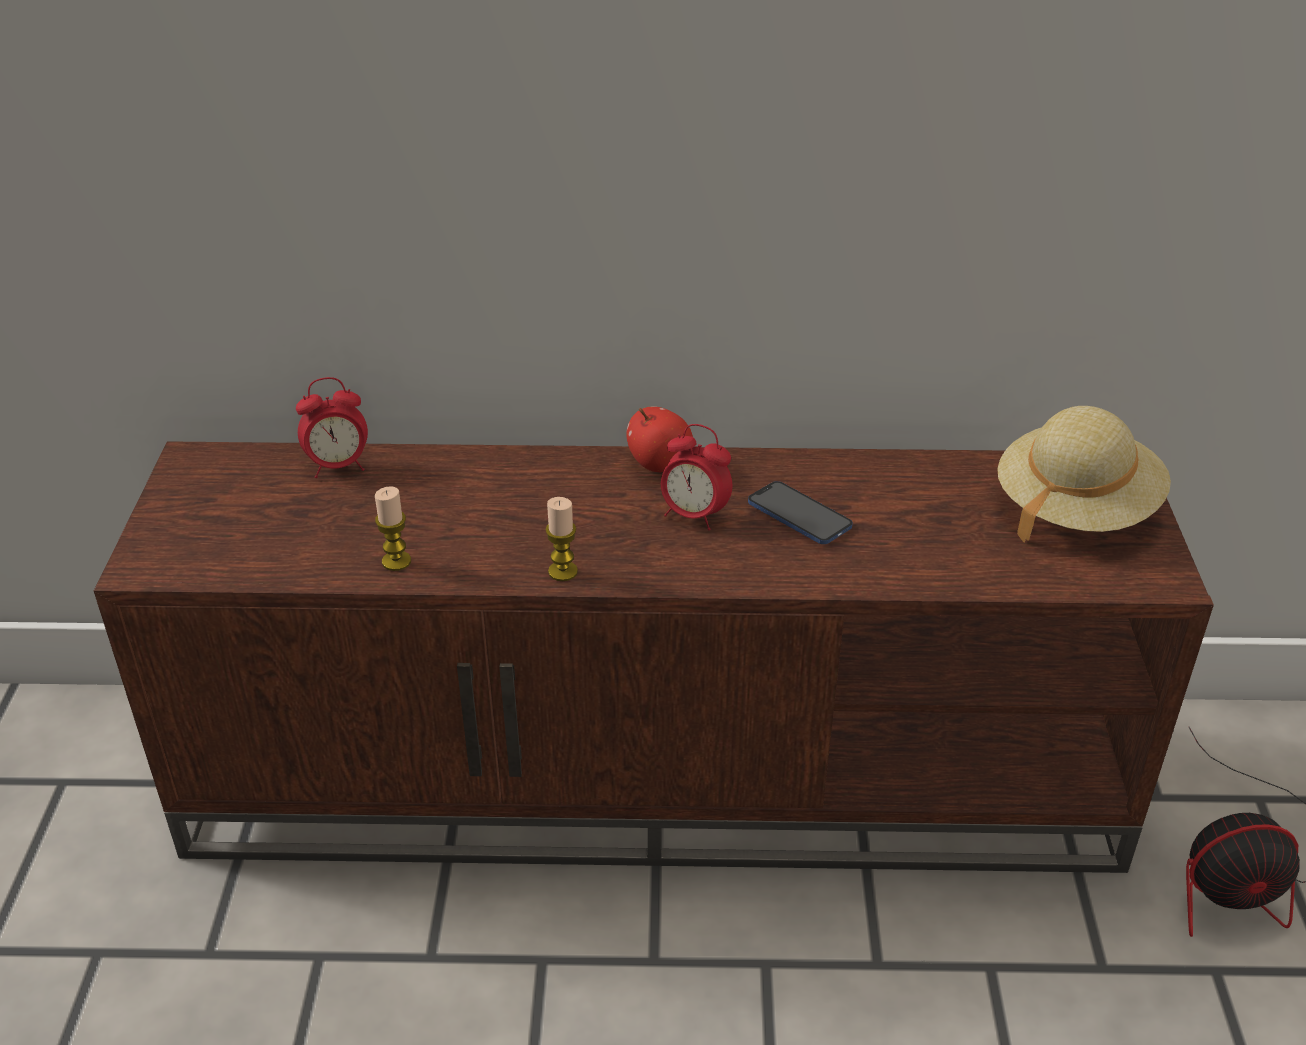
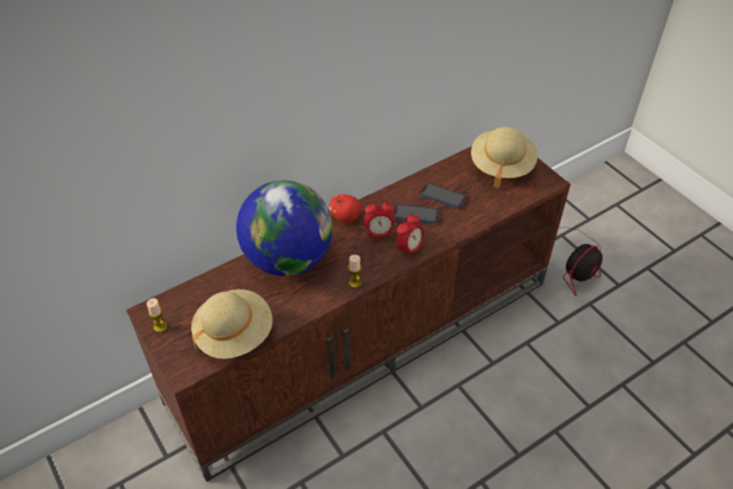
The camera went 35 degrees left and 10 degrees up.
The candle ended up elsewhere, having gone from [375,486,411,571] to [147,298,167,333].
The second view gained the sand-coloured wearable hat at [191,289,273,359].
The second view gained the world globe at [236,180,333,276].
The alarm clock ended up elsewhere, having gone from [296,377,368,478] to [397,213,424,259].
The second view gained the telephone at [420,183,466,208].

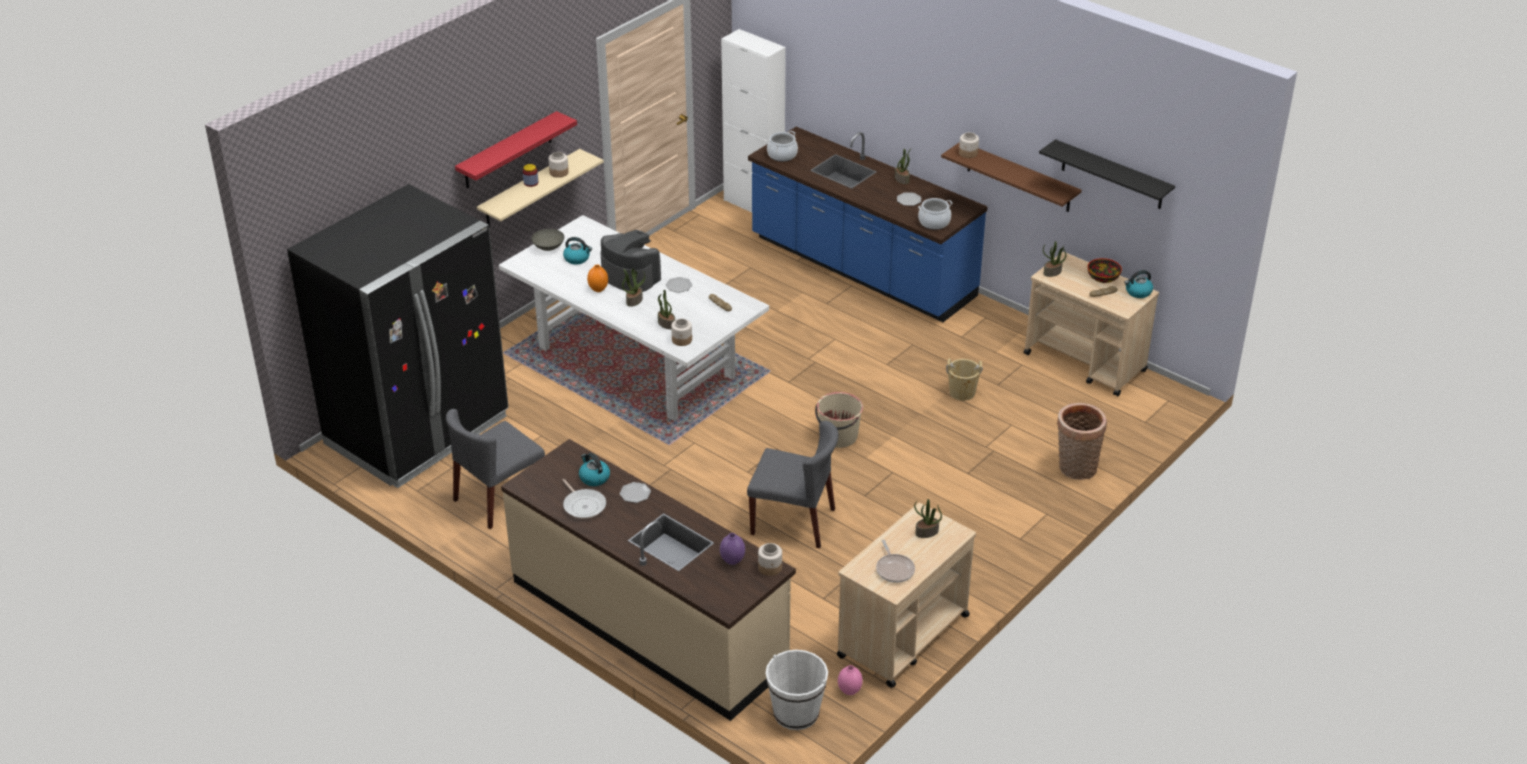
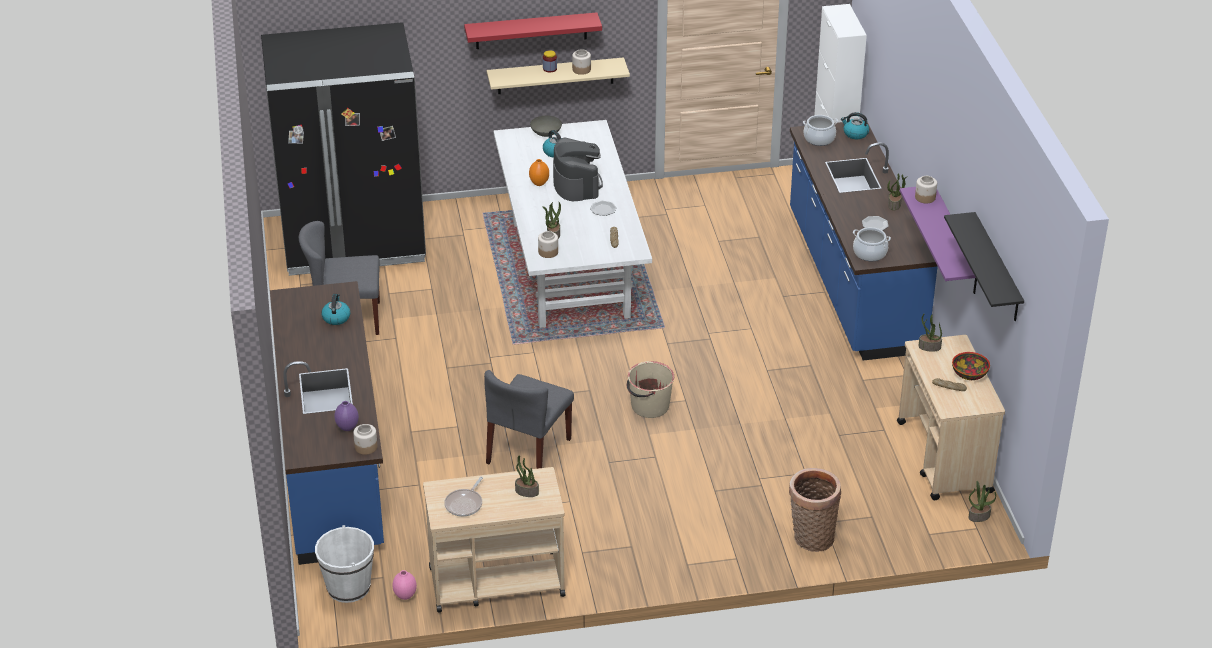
The camera went 40 degrees right and 0 degrees up.
What was the sand-coloured kitchen counter at [501,439,796,721] turned into the blue-coloured kitchen counter at [270,281,384,565].
The gray upright chair at [747,421,839,548] ended up facing another way, 60 degrees clockwise from before.
The kettle ended up elsewhere, having gone from [1124,270,1153,298] to [841,112,869,139].
What was the brown bracket shelf at [941,142,1082,212] turned into the purplish bracket shelf at [900,187,977,294].
The houseplant ended up elsewhere, having gone from [622,268,645,307] to [968,481,996,522].
The second view lost the skillet at [562,479,606,519].
The second view lost the flat dish at [619,482,651,503].
The second view lost the sand-coloured pail at [946,359,983,401].

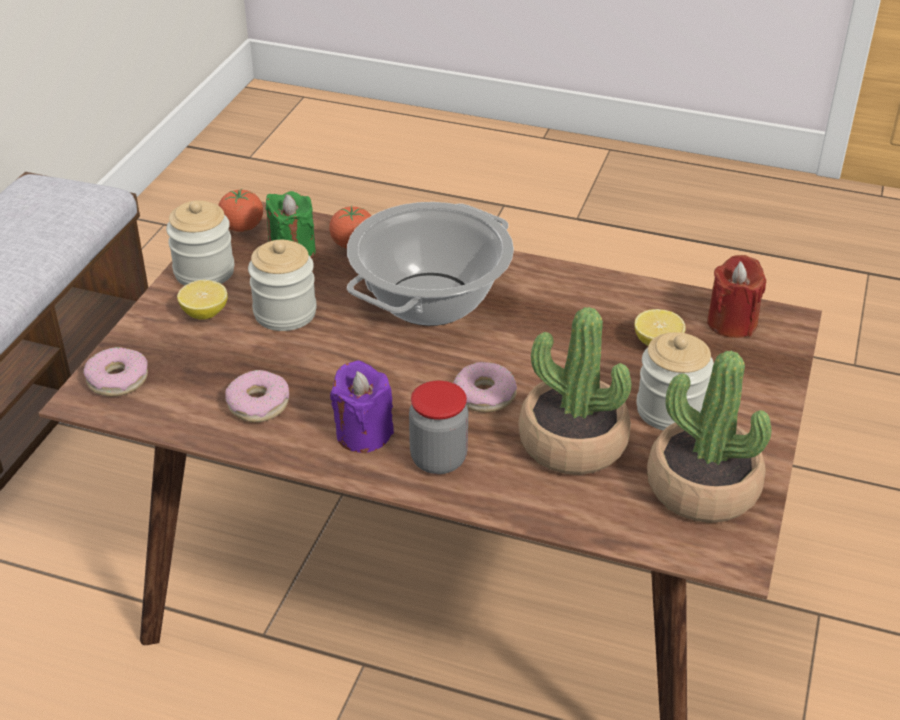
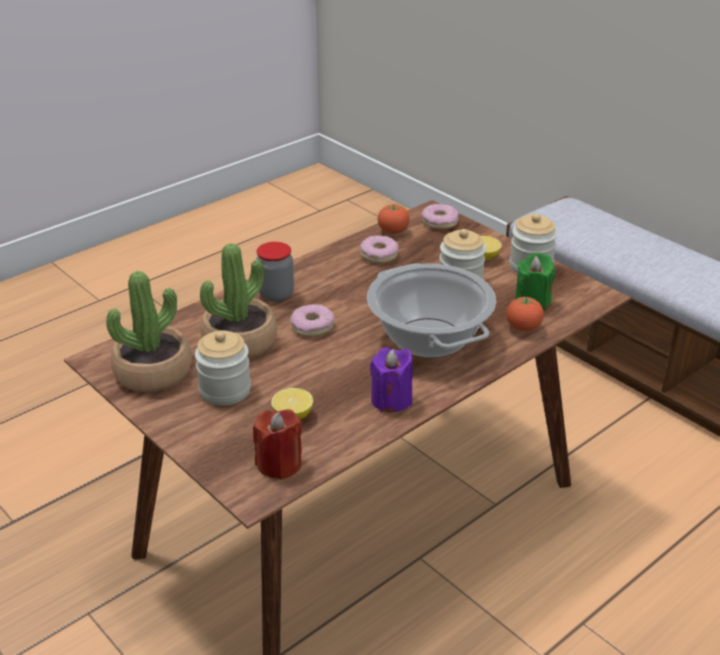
The camera went 120 degrees right and 5 degrees down.
The purplish candle ended up elsewhere, having gone from [330,360,394,453] to [370,348,413,412].
The tomato ended up elsewhere, having gone from [218,189,263,232] to [378,204,410,234].

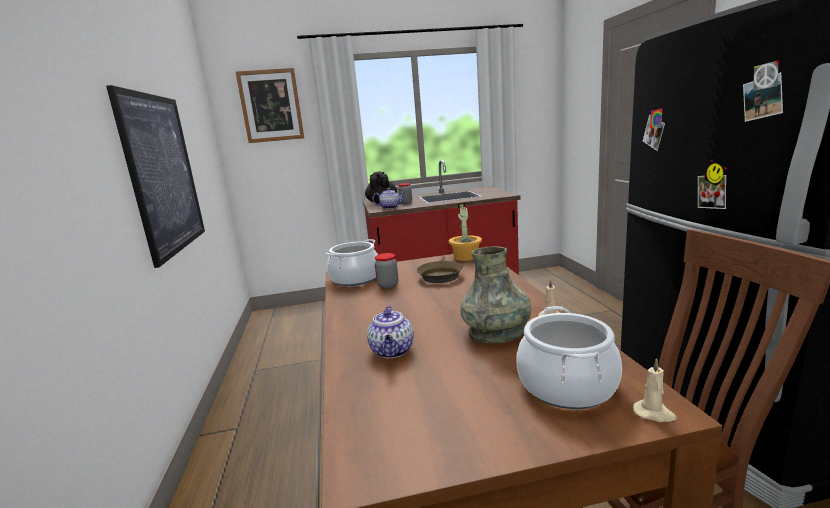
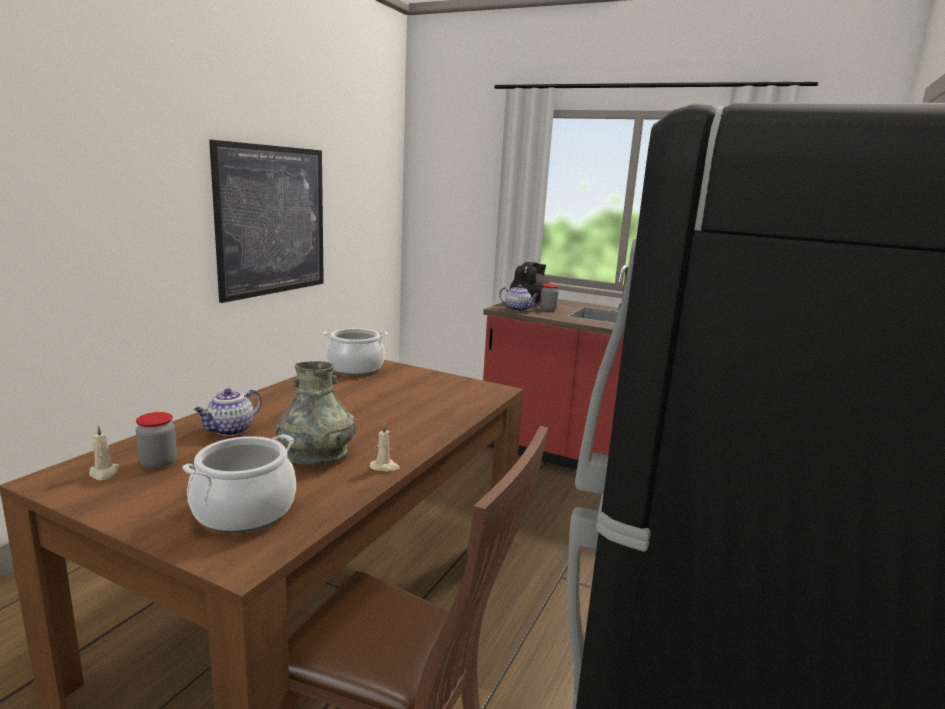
The camera went 35 degrees right and 0 degrees up.
The sand-coloured candle ended up elsewhere, having gone from [633,358,677,422] to [89,425,119,480].
The storage jar ended up elsewhere, having gone from [375,253,398,289] to [136,412,177,469].
The second view lost the wall picture at [236,68,304,143].
The second view lost the brown skillet at [417,256,463,283].
The second view lost the houseplant at [449,203,482,261].

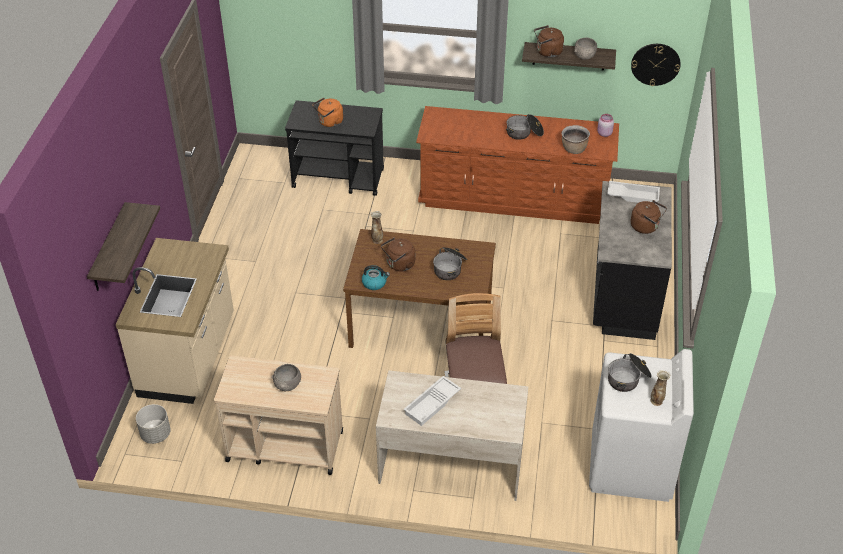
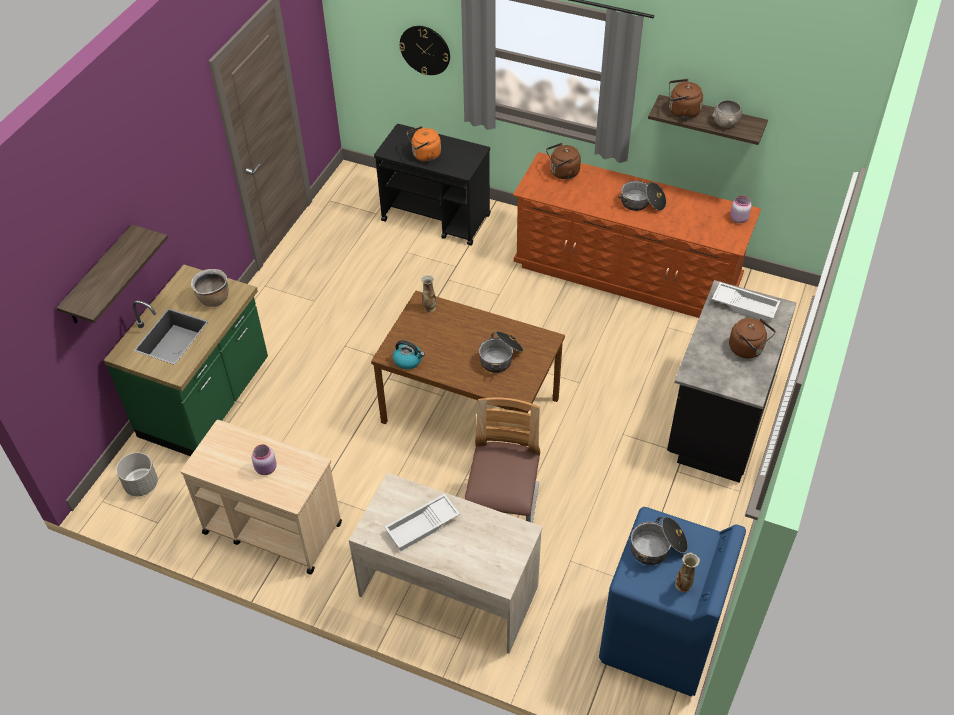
The camera went 15 degrees right and 5 degrees up.
What was the sand-coloured kitchen counter at [116,238,234,404] turned into the greenish kitchen counter at [104,264,268,456].
The brown cooking pot ended up elsewhere, having gone from [562,125,590,154] to [191,269,228,307].
Where the gray deep dish stood at [272,364,301,391], the pinkish storage jar came to stand at [251,444,277,475].
The clock on the wall ended up elsewhere, having gone from [631,44,680,86] to [399,26,450,75].
The brown kettle ended up elsewhere, having gone from [381,237,415,271] to [546,143,581,179].
What was the white washing machine at [589,349,694,502] turned into the blue-coloured washing machine at [599,507,746,697].

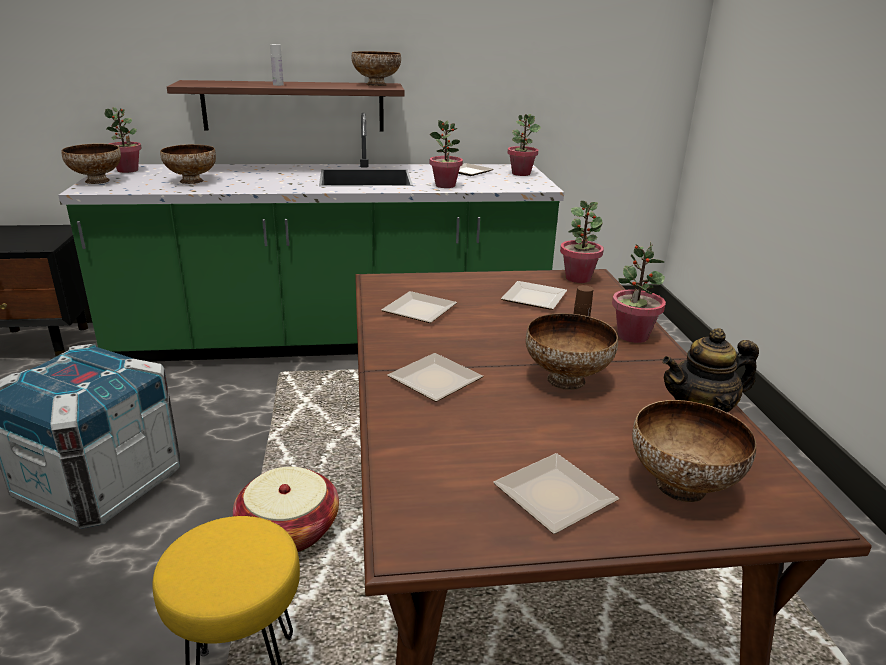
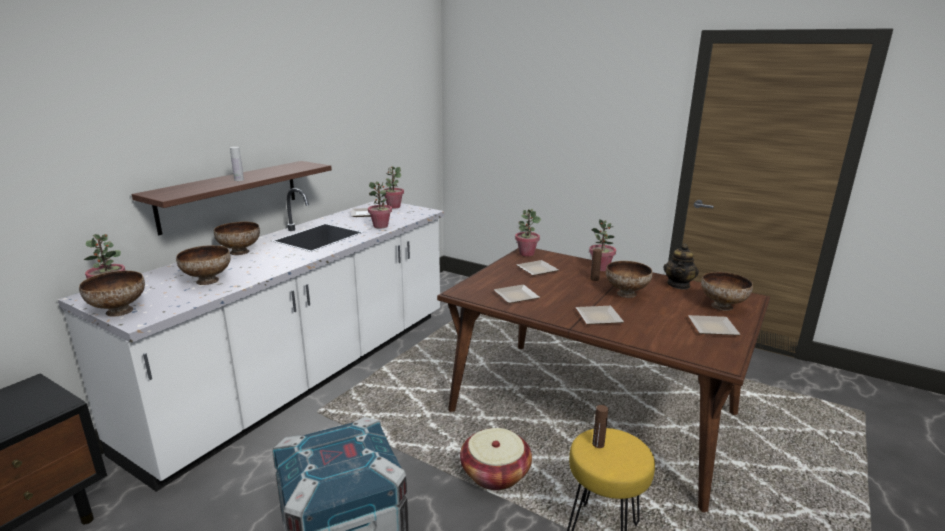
The camera went 50 degrees left and 5 degrees down.
What was the greenish kitchen counter at [58,113,564,362] turned into the white kitchen counter at [58,188,444,492].
The deep dish ended up elsewhere, having gone from [352,51,401,86] to [214,222,260,255].
The second view gained the brown drink bottle at [592,405,608,448].

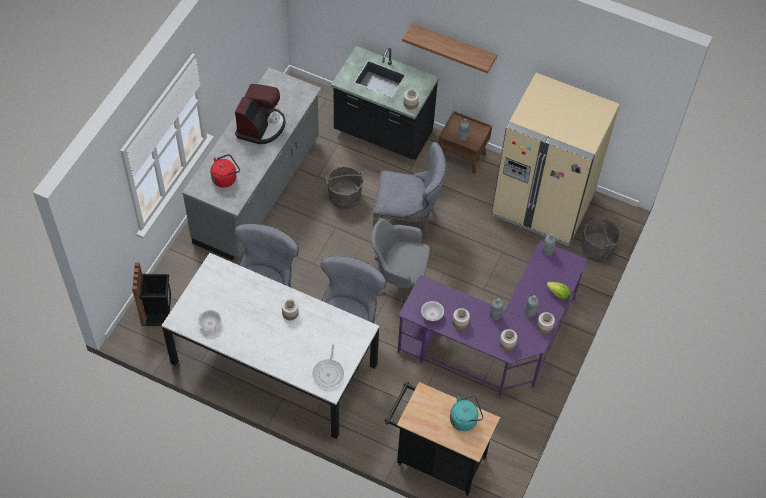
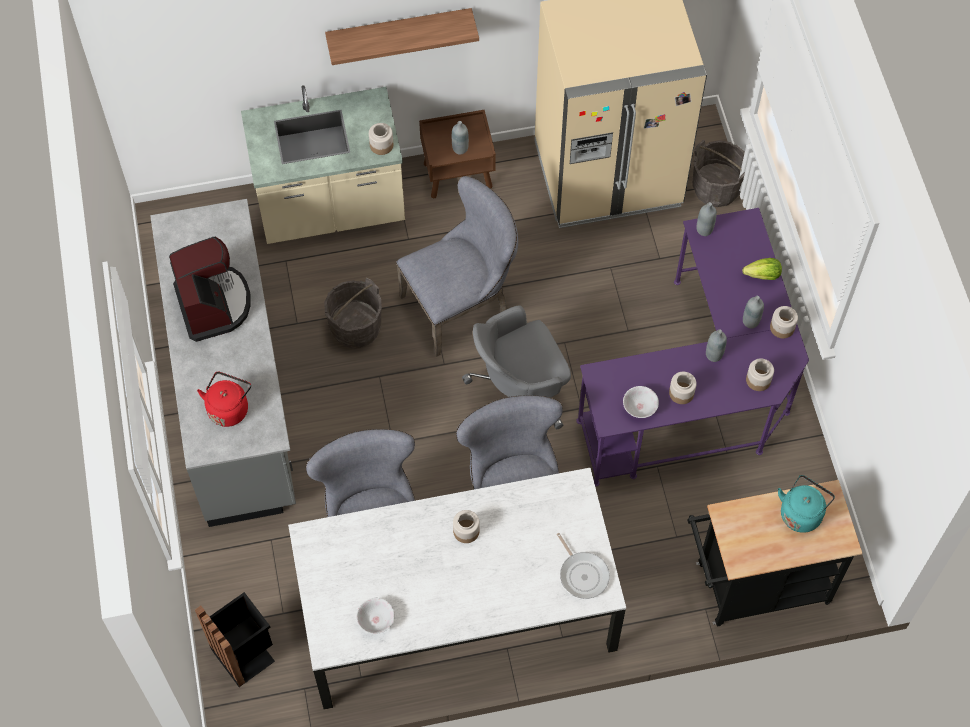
The camera went 35 degrees left and 5 degrees up.
What was the black kitchen counter at [331,46,439,160] turned into the sand-coloured kitchen counter at [241,85,405,244].

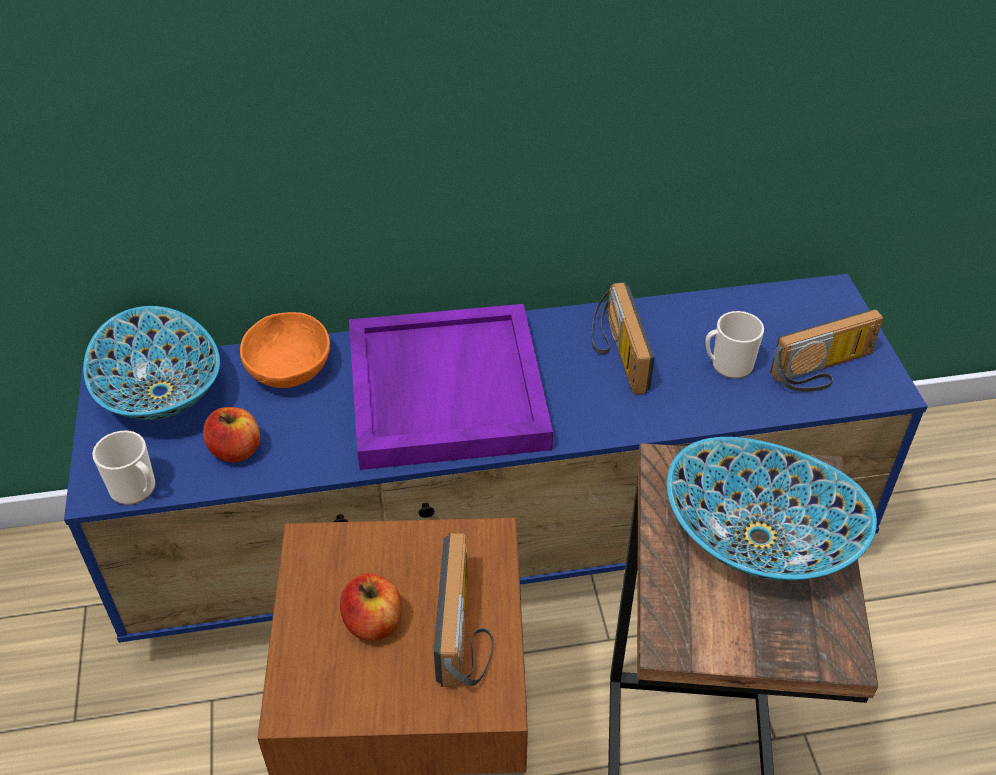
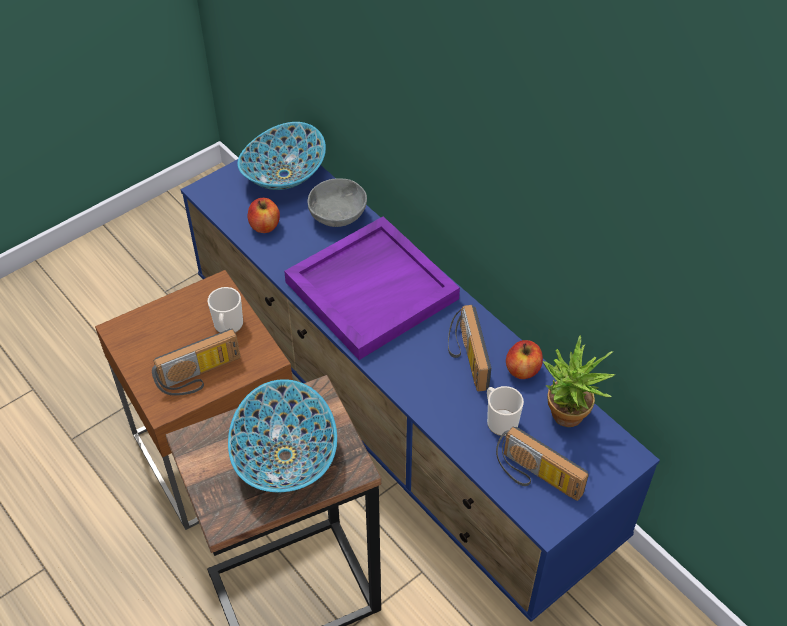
The camera went 60 degrees right and 5 degrees up.
The tea mug ended up elsewhere, having gone from [92,431,156,505] to [208,287,243,333].
What was the orange deep dish at [240,312,330,388] turned into the gray deep dish at [307,178,367,227].
The radio receiver at [591,282,655,395] ended up facing another way, 60 degrees counterclockwise from before.
The apple fruit ended up elsewhere, having gone from [340,573,401,641] to [506,340,543,379].
The second view gained the houseplant at [543,335,615,427].

